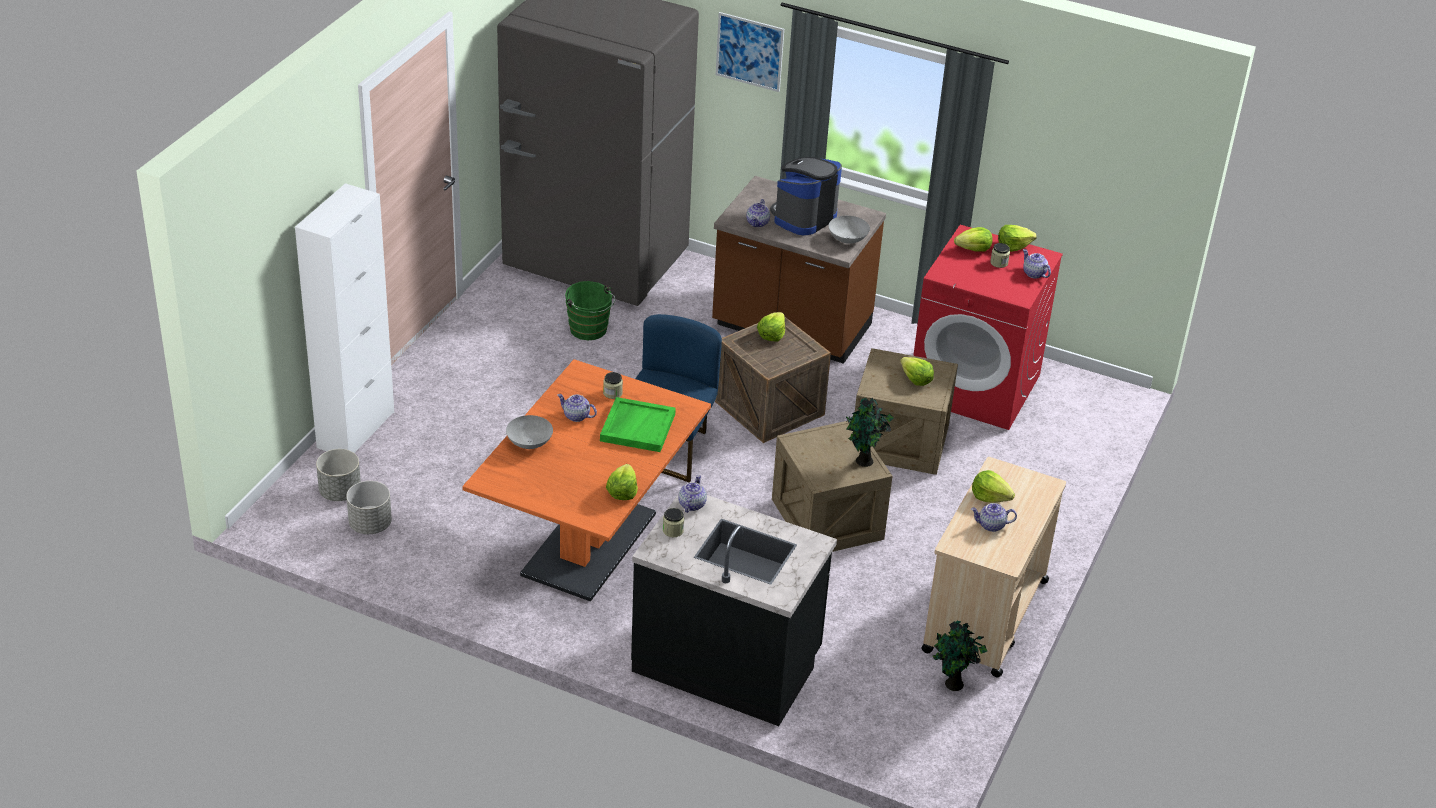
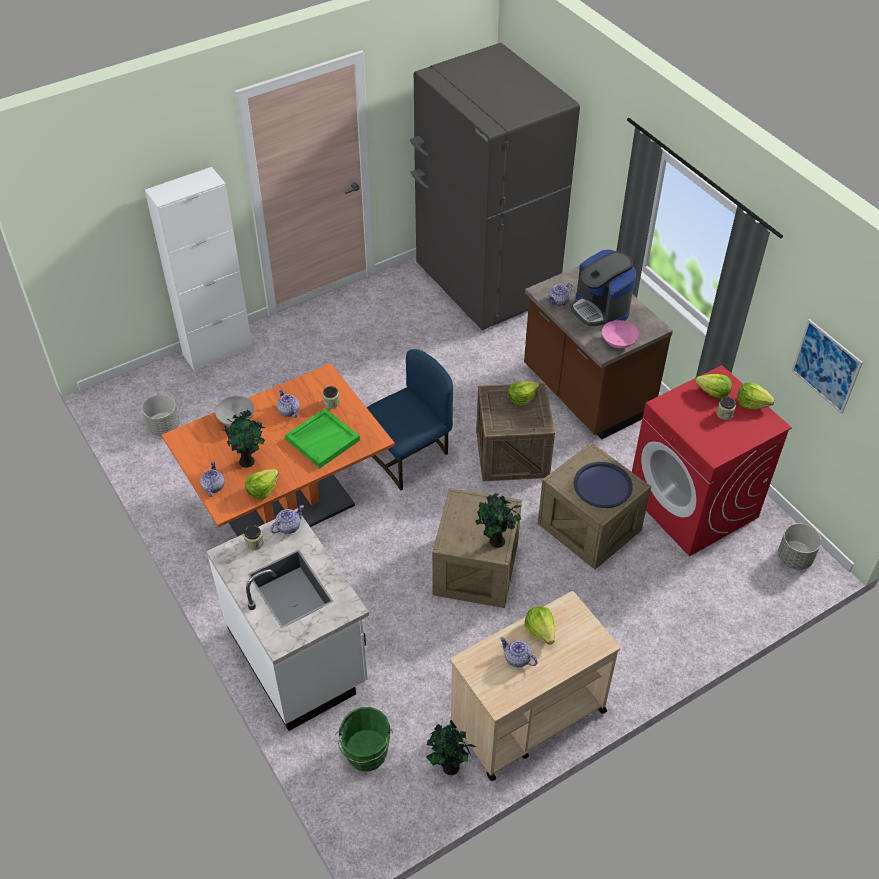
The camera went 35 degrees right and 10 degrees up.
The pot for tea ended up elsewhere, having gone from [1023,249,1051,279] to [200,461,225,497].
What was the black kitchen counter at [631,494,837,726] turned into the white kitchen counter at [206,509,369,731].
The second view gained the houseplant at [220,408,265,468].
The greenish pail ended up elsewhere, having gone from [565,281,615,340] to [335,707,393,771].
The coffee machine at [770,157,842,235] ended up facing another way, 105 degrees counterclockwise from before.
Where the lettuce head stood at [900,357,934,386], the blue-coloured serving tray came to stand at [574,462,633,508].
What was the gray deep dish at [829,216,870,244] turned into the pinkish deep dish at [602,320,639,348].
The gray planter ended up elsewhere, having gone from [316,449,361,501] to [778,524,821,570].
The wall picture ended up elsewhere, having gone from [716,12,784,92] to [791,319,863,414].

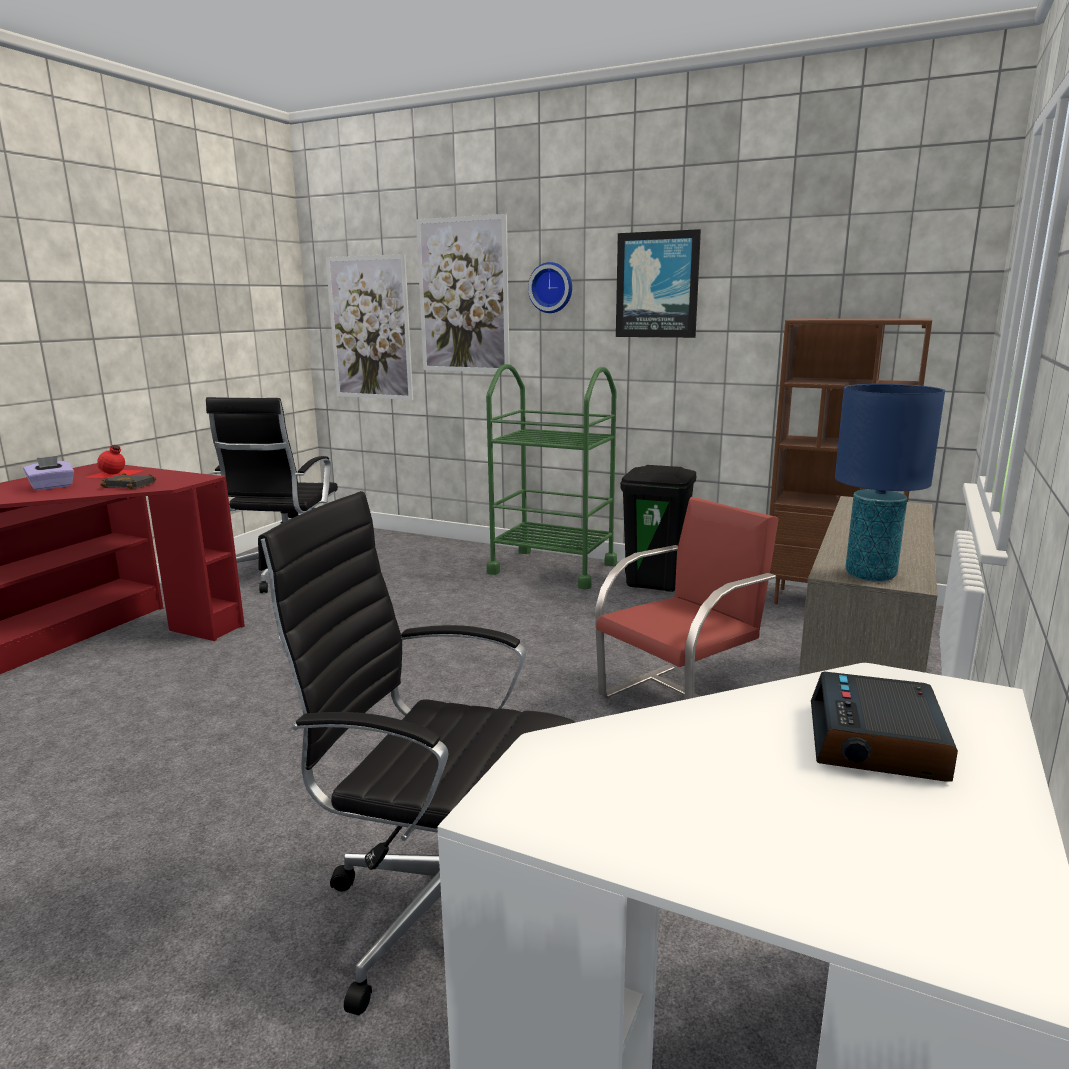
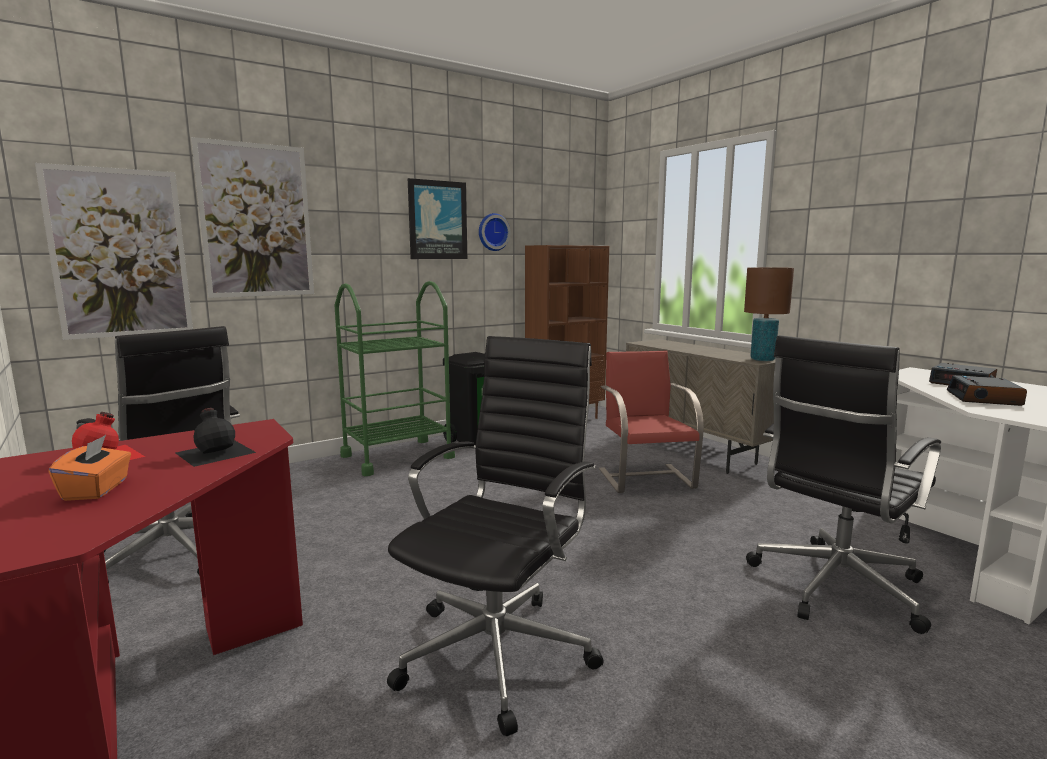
The camera went 60 degrees left and 5 degrees down.
What was the purplish tissue box at [23,456,74,490] turned into the orange tissue box at [48,435,131,501].
Where the black volume stood at [100,473,156,490], the black drink bottle came to stand at [176,408,257,467].
The second view gained the black computer chair at [387,336,604,736].
The clock on the wall ended up elsewhere, having gone from [528,262,572,313] to [479,213,510,251].
What was the blue-coloured lamp for a table at [835,384,945,582] turned into the brown lamp for a table at [744,267,794,361].
The second view gained the alarm clock at [947,375,1027,406].

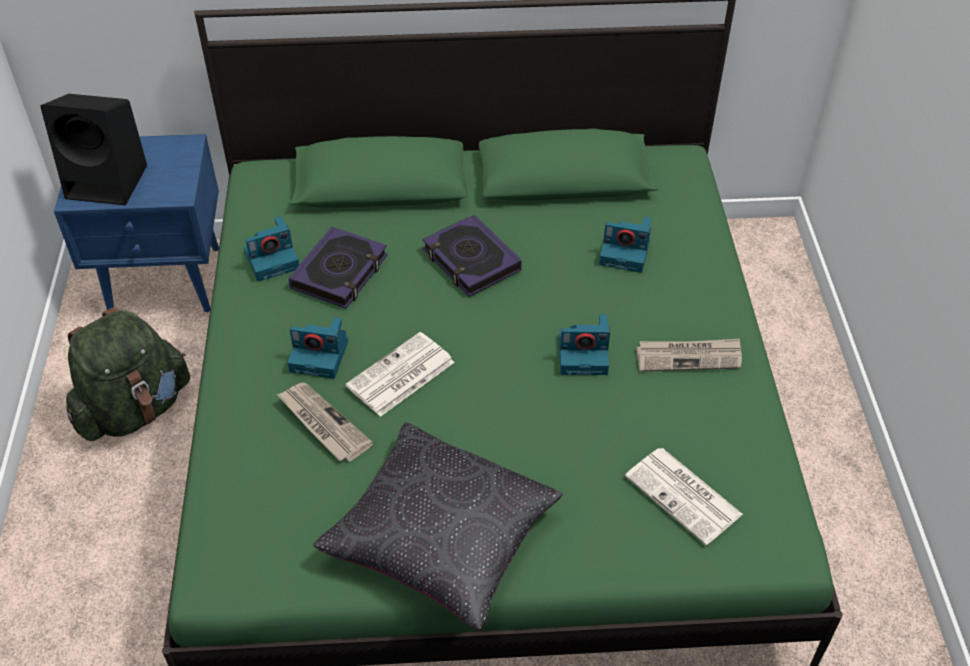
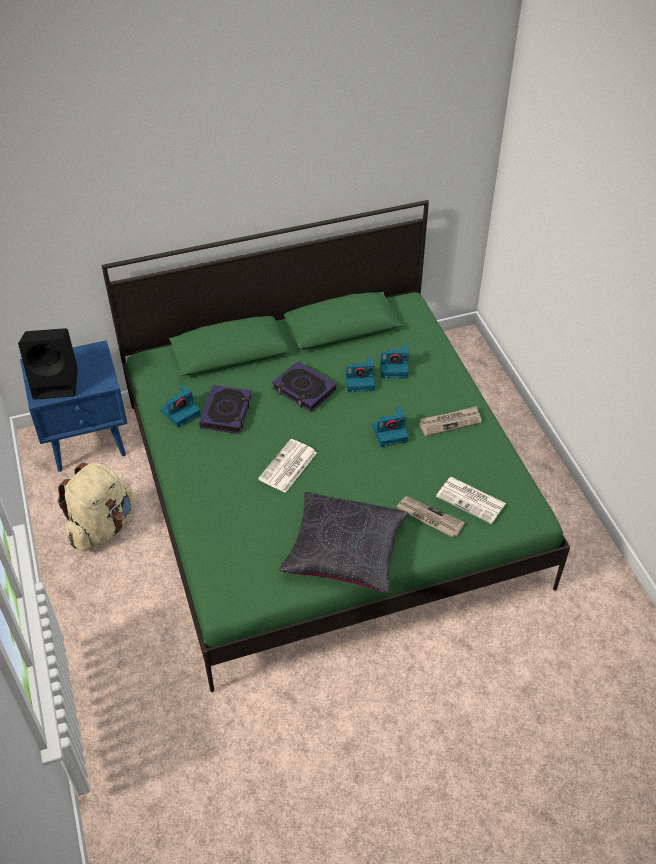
The camera went 15 degrees left and 0 degrees up.
What was the greenish knapsack at [66,307,190,441] turned into the sand-coloured knapsack at [57,463,135,551].
The still camera ended up elsewhere, having gone from [287,317,348,379] to [345,357,375,392].
The daily paper ended up elsewhere, having gone from [277,383,373,462] to [396,496,465,537].

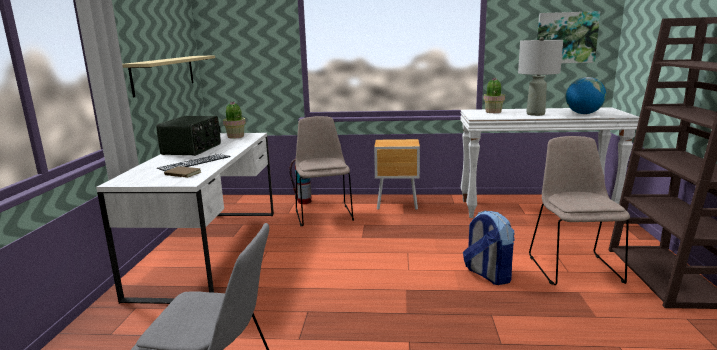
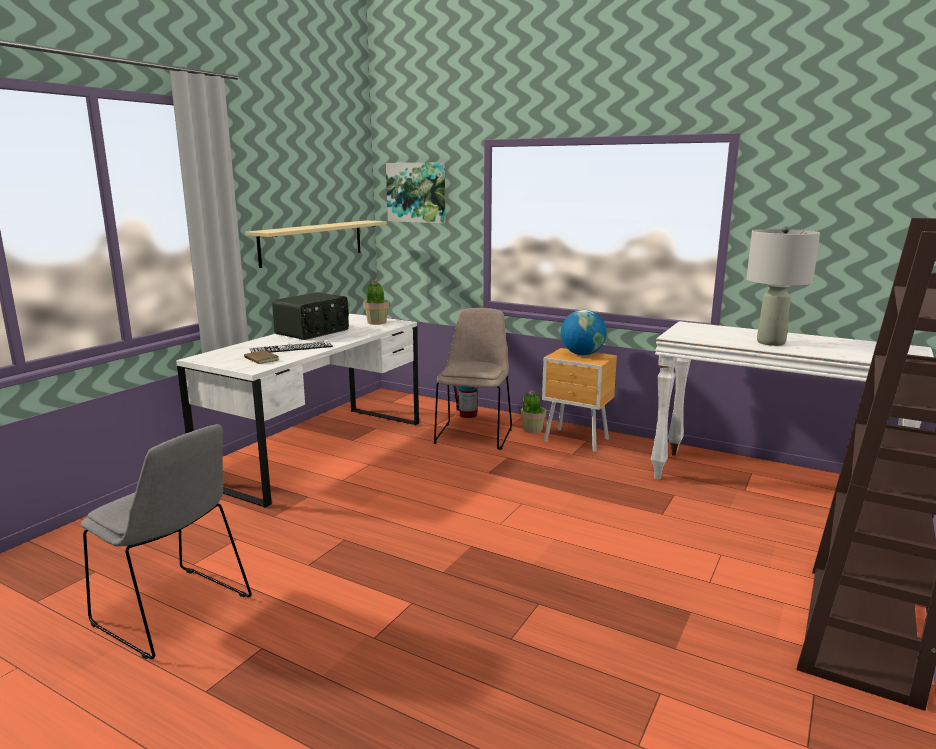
The camera went 25 degrees right and 0 degrees up.
The wall picture ended up elsewhere, having gone from [537,11,600,63] to [386,163,445,224].
The houseplant ended up elsewhere, having gone from [483,77,505,113] to [521,390,546,433].
The world globe ended up elsewhere, having gone from [566,77,606,114] to [561,310,607,355].
The second view lost the knapsack at [463,211,515,285].
The second view lost the sand-coloured upright chair at [529,136,630,285].

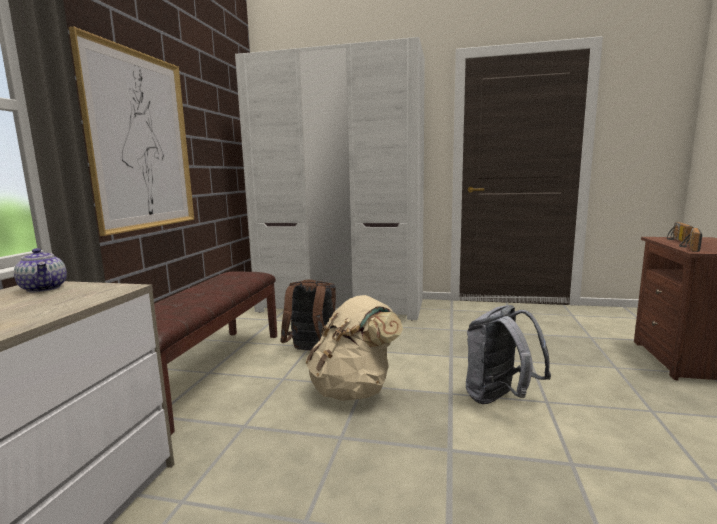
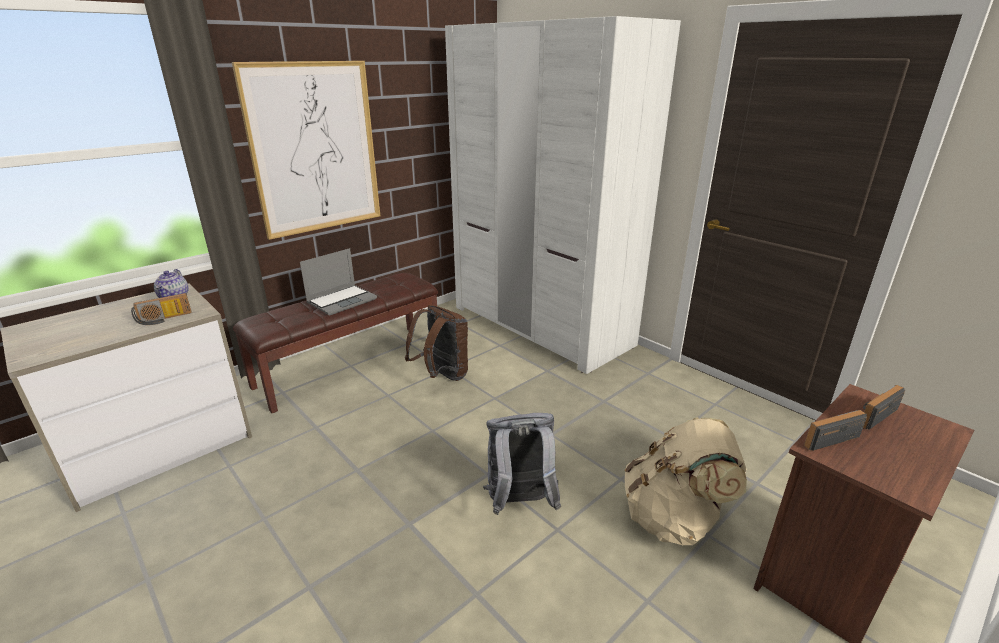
The camera went 35 degrees right and 15 degrees up.
The second view gained the radio receiver at [131,293,192,325].
The second view gained the portable computer at [300,248,377,315].
The sand-coloured knapsack ended up elsewhere, having gone from [306,295,403,401] to [625,417,747,545].

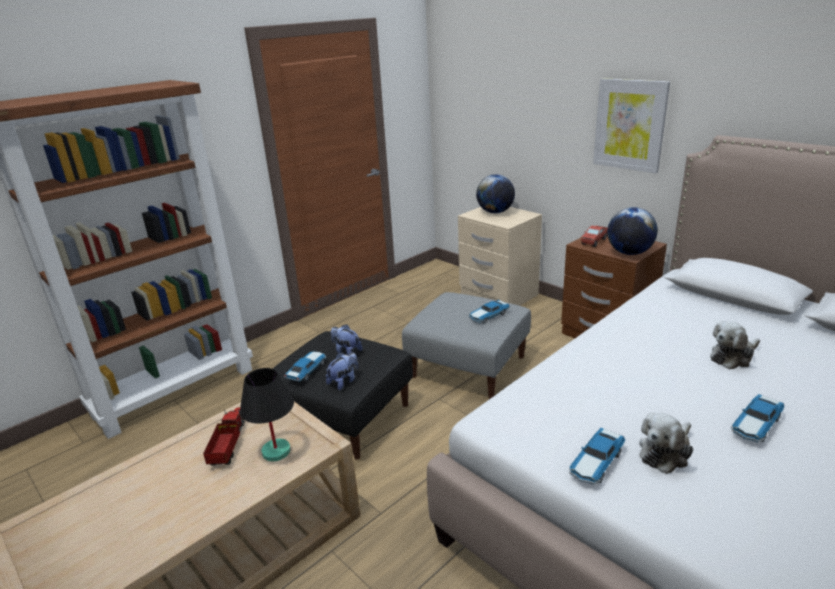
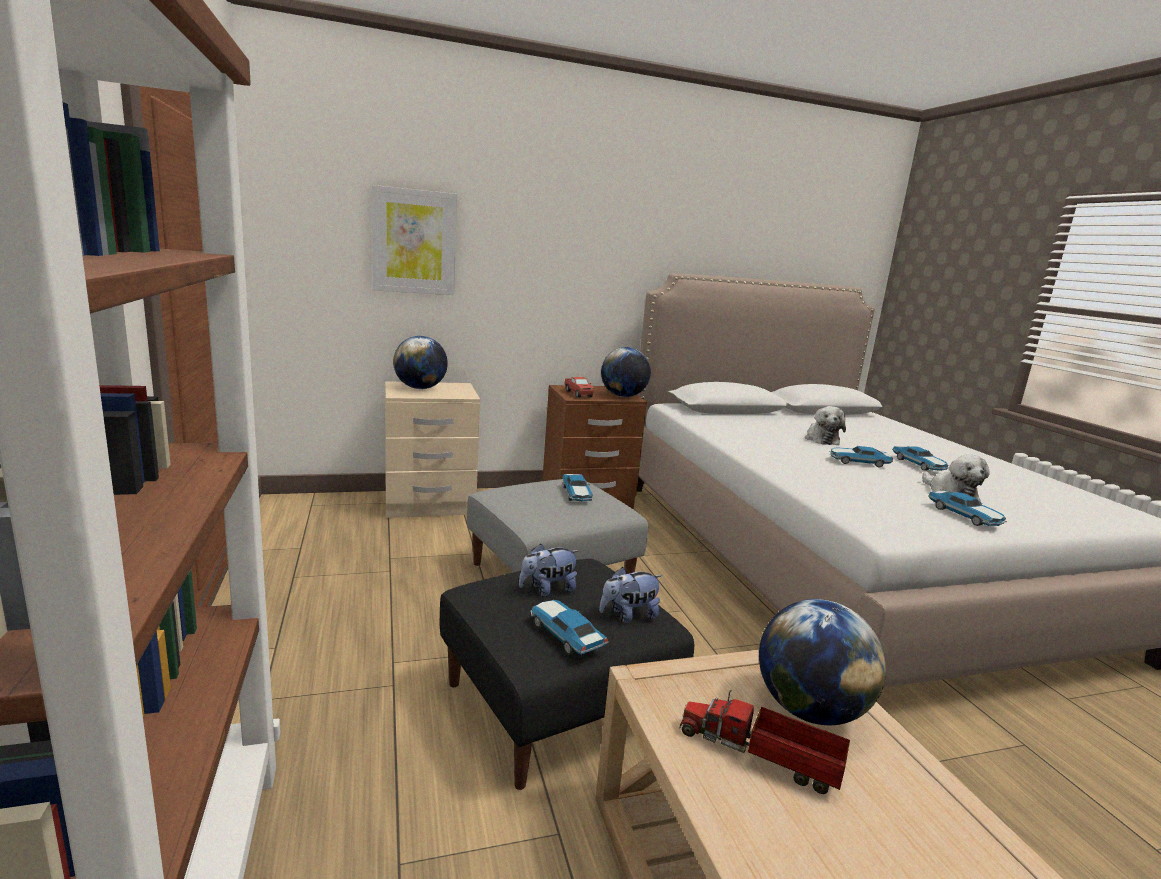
The camera went 65 degrees left and 10 degrees down.
The wall picture ended up elsewhere, having gone from [593,78,670,173] to [372,185,457,295].
The cuddly toy at [326,352,358,390] ended up facing another way, 90 degrees counterclockwise from before.
Where the black lamp for a table stood at [240,368,294,461], the world globe came to stand at [759,599,886,725].
The second view gained the toy car at [830,446,893,468].

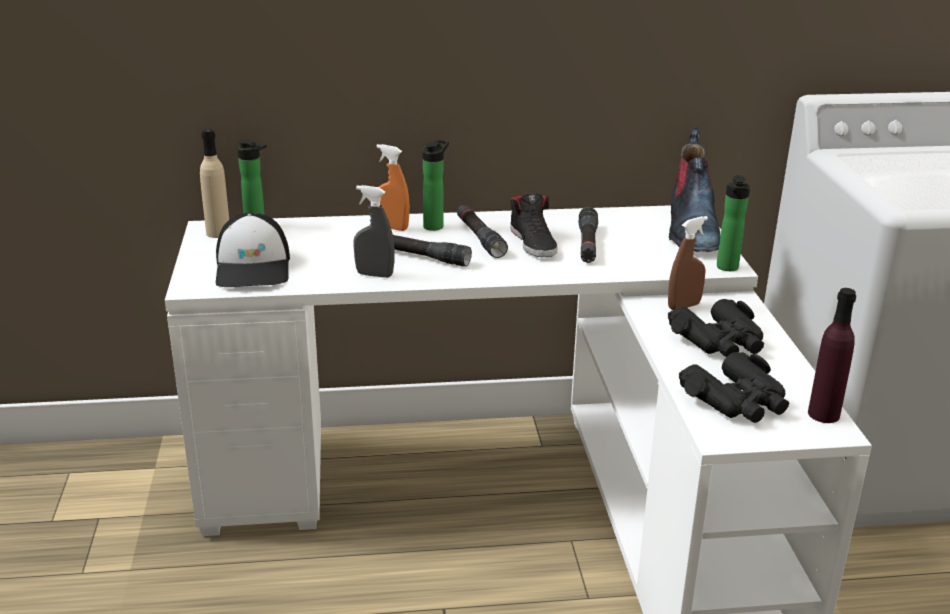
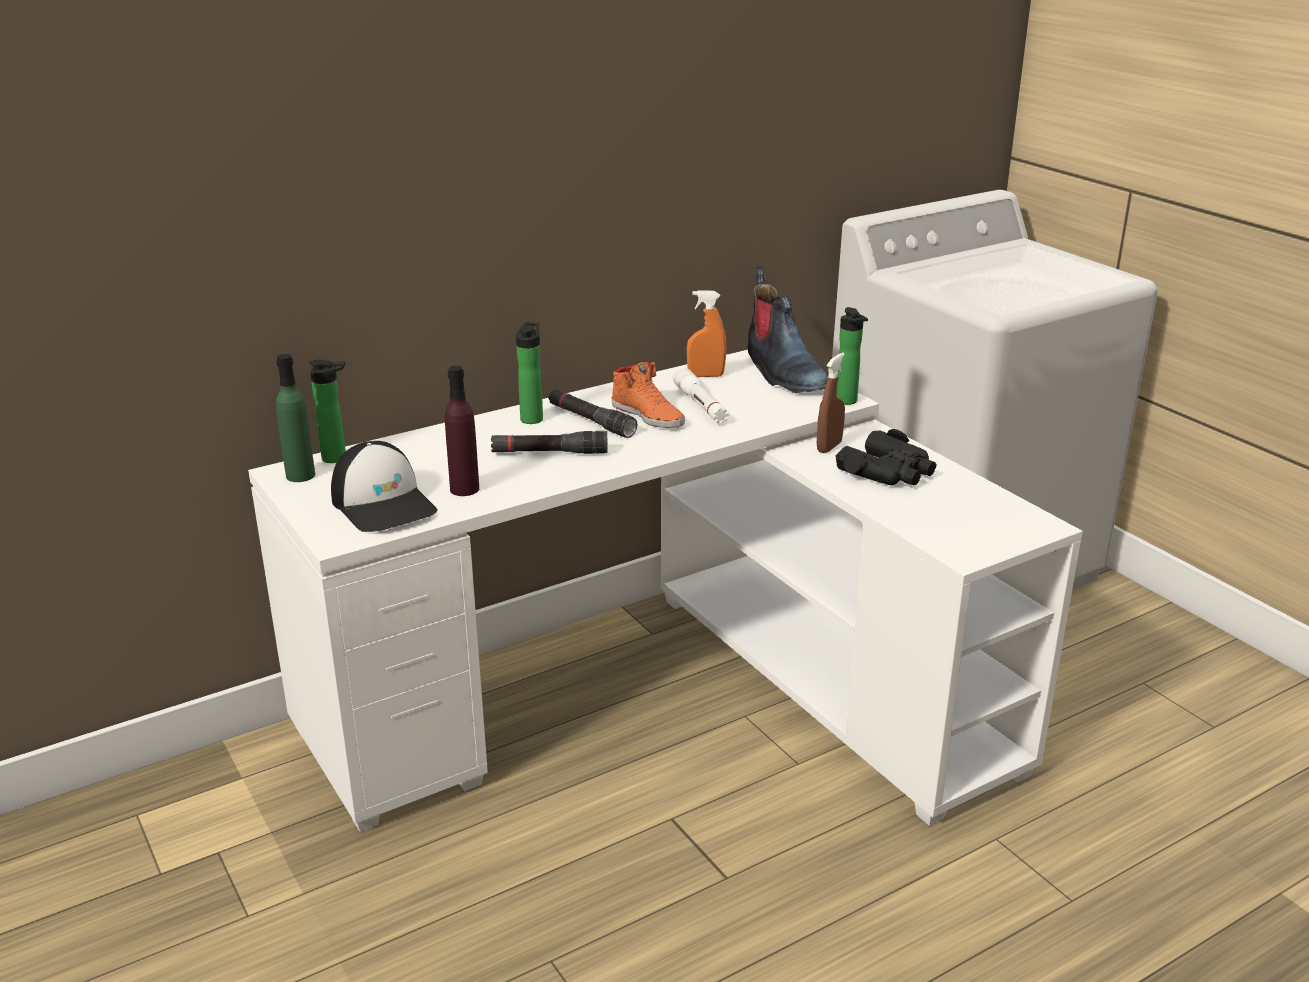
The camera went 25 degrees left and 0 degrees up.
What was the sand-coloured drink bottle at [200,129,229,238] turned into the greenish drink bottle at [276,354,315,482].
The purplish drink bottle ended up elsewhere, having gone from [808,288,856,423] to [445,366,479,496].
What was the black low shoe at [510,193,558,257] turned into the orange low shoe at [611,362,685,428].
What was the black hand torch at [579,207,598,263] turned into the white hand torch at [673,367,729,424].
The orange sprayer ended up elsewhere, having gone from [376,144,410,231] to [687,291,727,377].
The second view lost the gray sprayer at [353,185,395,278].
The second view lost the black field glasses at [679,352,789,423].

